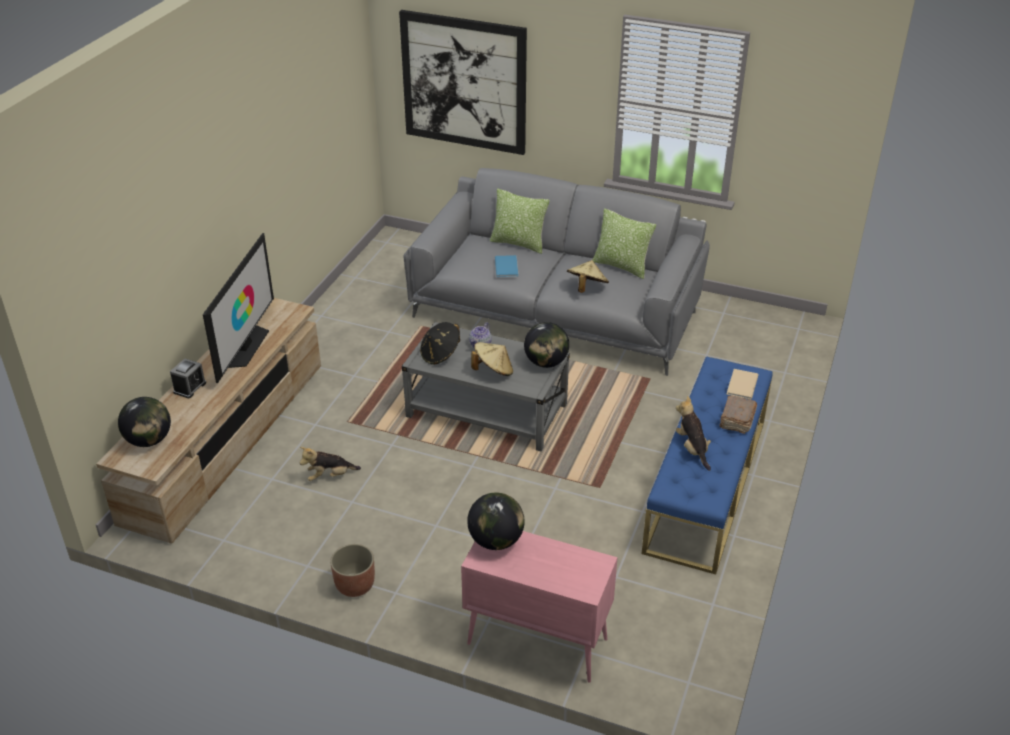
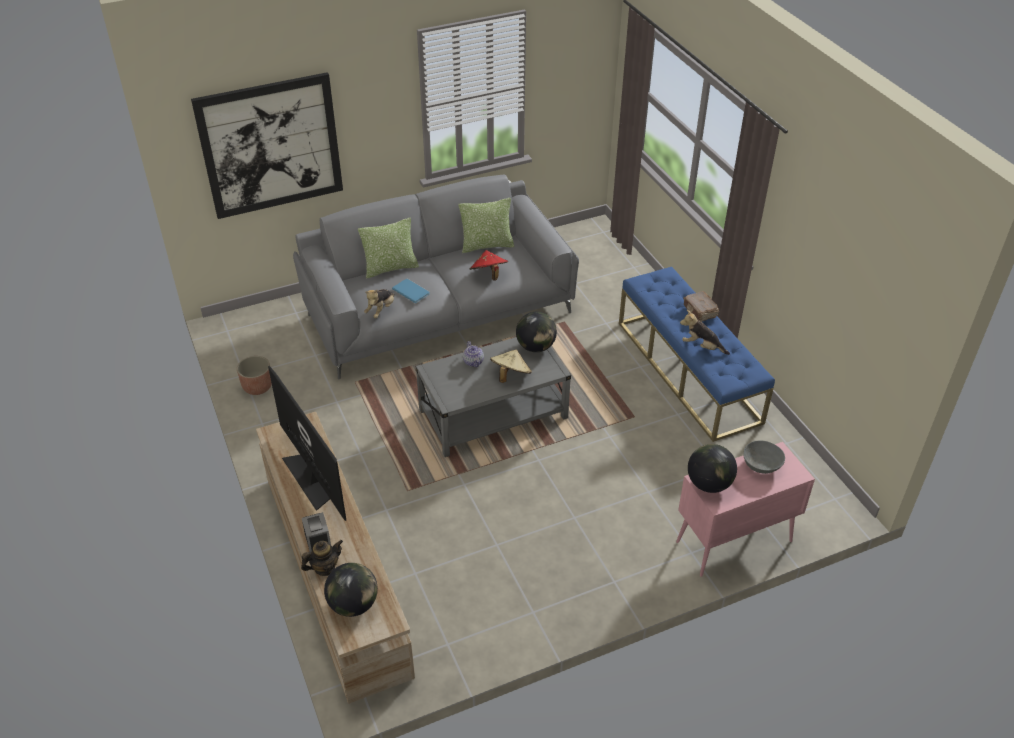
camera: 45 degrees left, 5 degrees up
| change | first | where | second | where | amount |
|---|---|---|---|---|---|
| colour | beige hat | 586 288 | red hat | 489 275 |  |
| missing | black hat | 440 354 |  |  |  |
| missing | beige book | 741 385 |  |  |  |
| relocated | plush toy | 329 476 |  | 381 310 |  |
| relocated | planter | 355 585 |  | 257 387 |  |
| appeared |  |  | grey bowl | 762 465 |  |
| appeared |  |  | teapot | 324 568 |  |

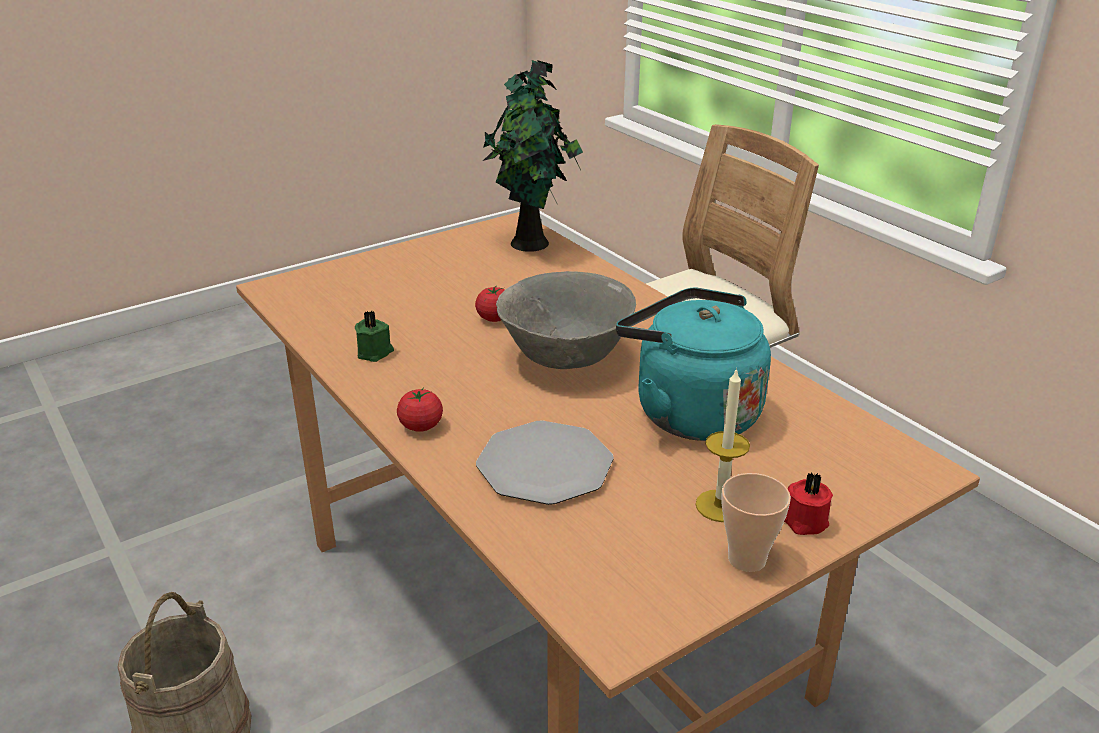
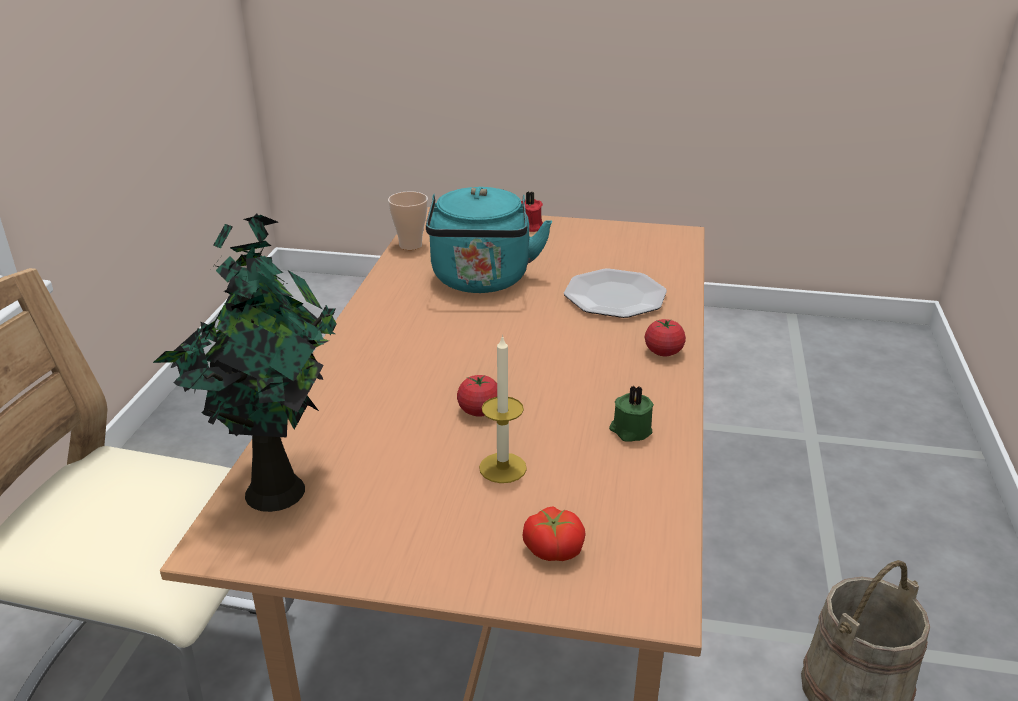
camera: 135 degrees left, 0 degrees up
| change | first | where | second | where | amount |
|---|---|---|---|---|---|
| missing | grey bowl | 566 359 |  |  |  |
| relocated | candle | 720 506 |  | 502 468 |  |
| relocated | cup | 747 559 |  | 410 245 |  |
| appeared |  |  | tomato | 553 548 |  |

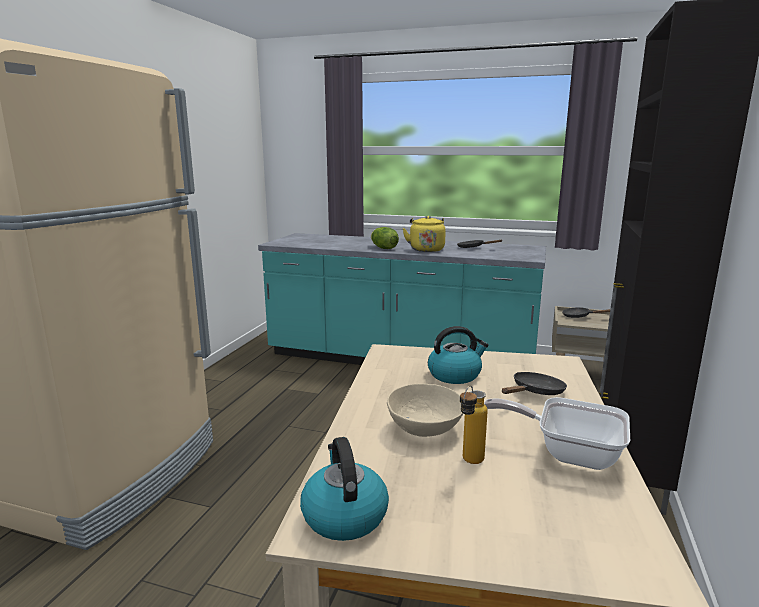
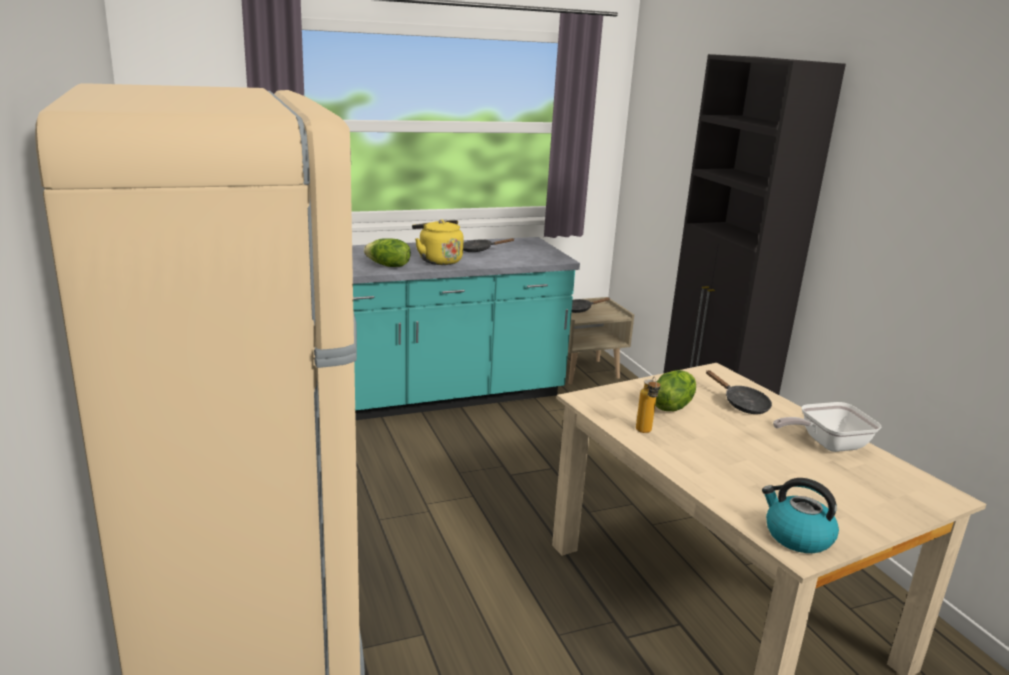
camera: 40 degrees left, 5 degrees up
| change | first | where | second | where | amount |
|---|---|---|---|---|---|
| exchanged | kettle | 455 375 | lettuce | 671 406 |  |
| spun | black frying pan | 535 392 |  | 742 404 | 135 degrees clockwise |
| missing | beige bowl | 425 428 |  |  |  |
| relocated | bottle | 469 463 |  | 645 433 |  |

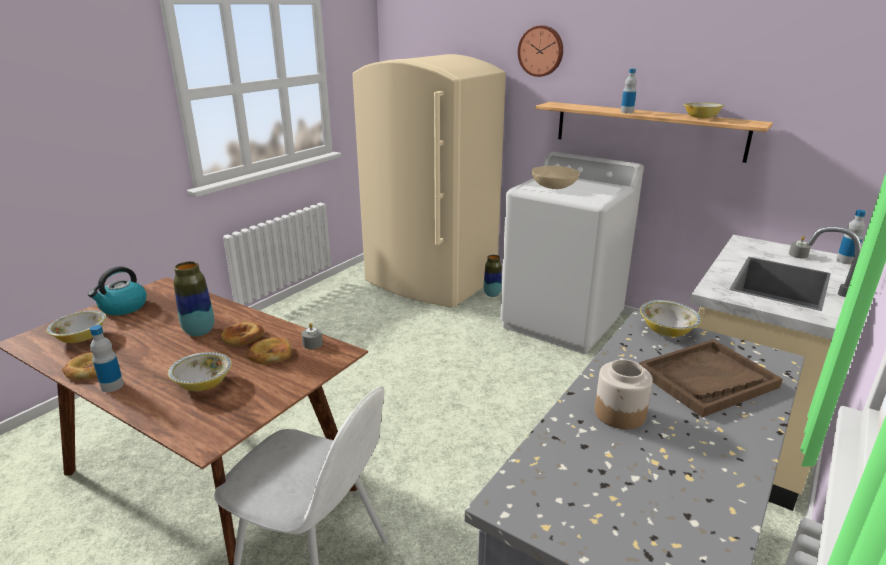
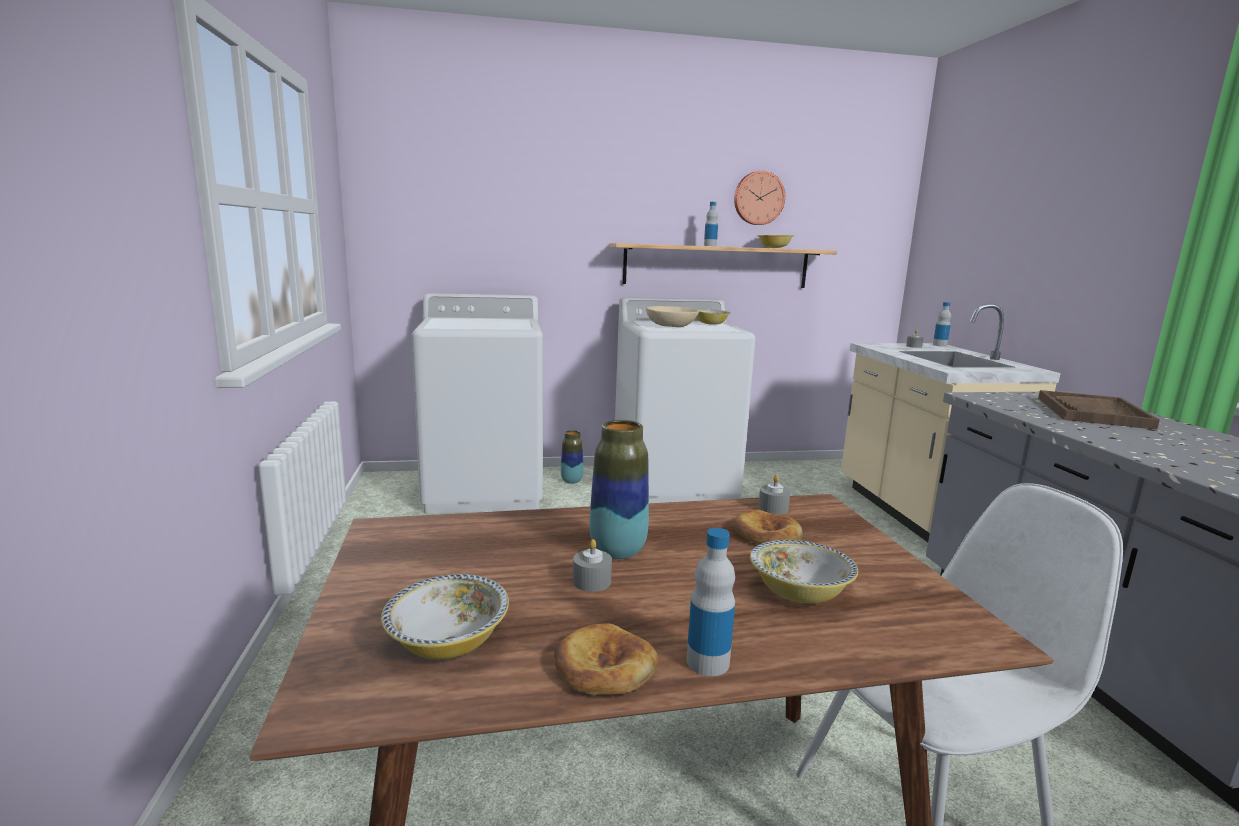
camera: 45 degrees left, 10 degrees down
| change | first | where | second | where | amount |
|---|---|---|---|---|---|
| relocated | wall clock | 541 51 |  | 758 198 |  |
| exchanged | beige fridge | 430 282 | white washing machine | 485 489 |  |
| missing | kettle | 123 307 |  |  |  |
| relocated | bowl | 667 331 |  | 710 324 |  |
| missing | bread | 242 337 |  |  |  |
| missing | jar | 620 413 |  |  |  |
| appeared |  |  | grey candle | 592 581 |  |

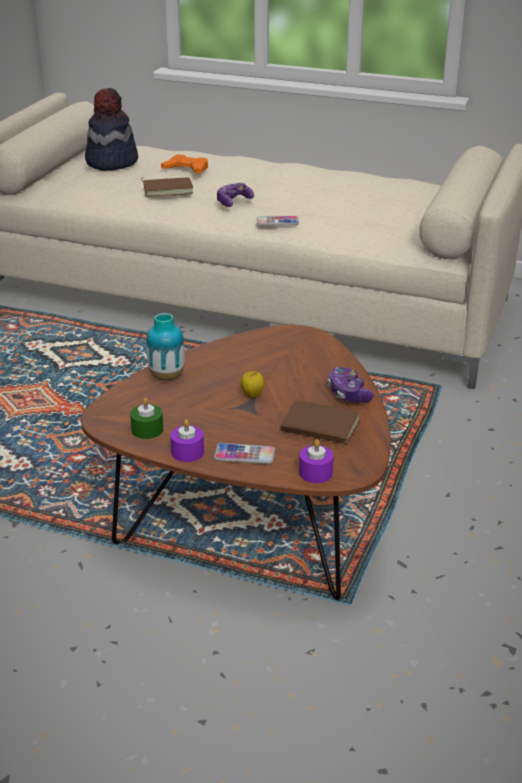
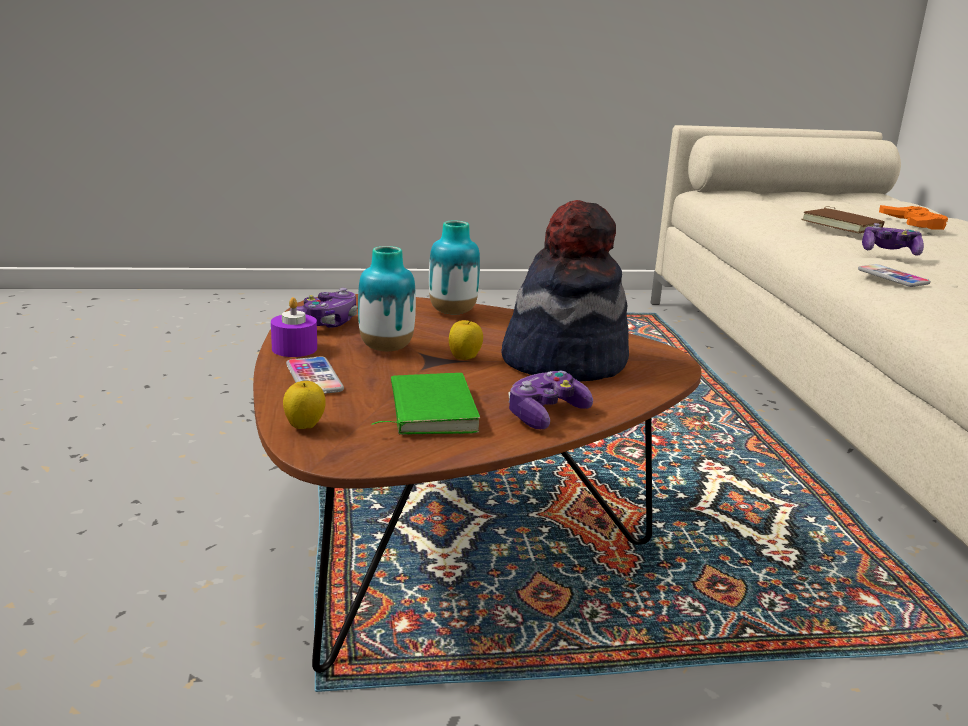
camera: 60 degrees right, 10 degrees down
| change | first | where | second | where | amount |
|---|---|---|---|---|---|
| relocated | hat | 111 162 |  | 564 361 |  |
| exchanged | green candle | 147 430 | game controller | 325 323 |  |
| colour | brown book | 319 427 | green book | 428 410 |  |
| exchanged | purple candle | 315 473 | apple | 305 427 |  |
| appeared |  |  | vase | 386 348 |  |

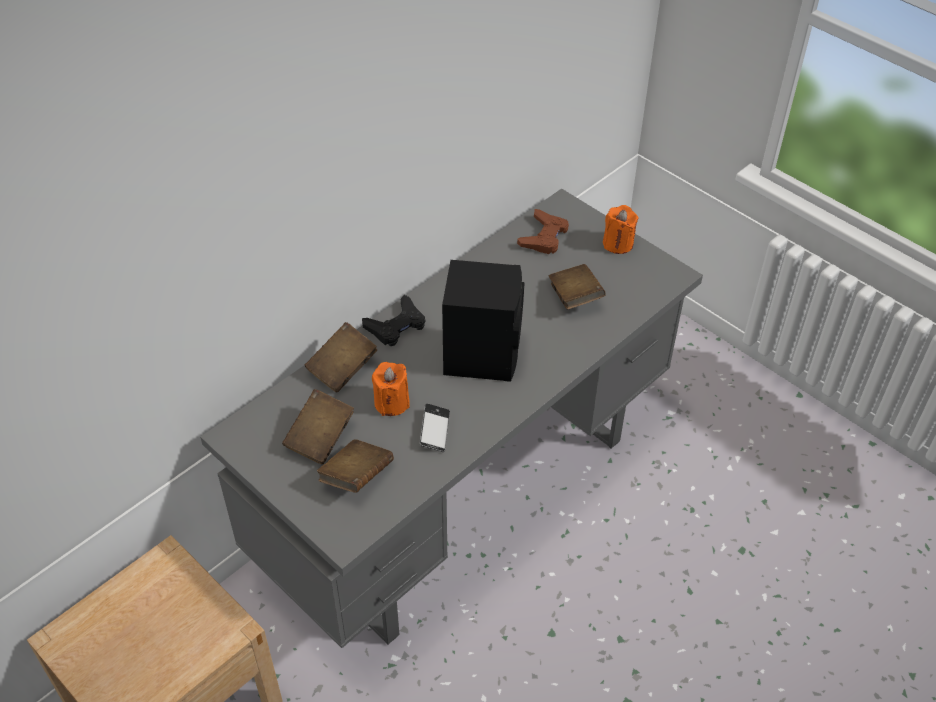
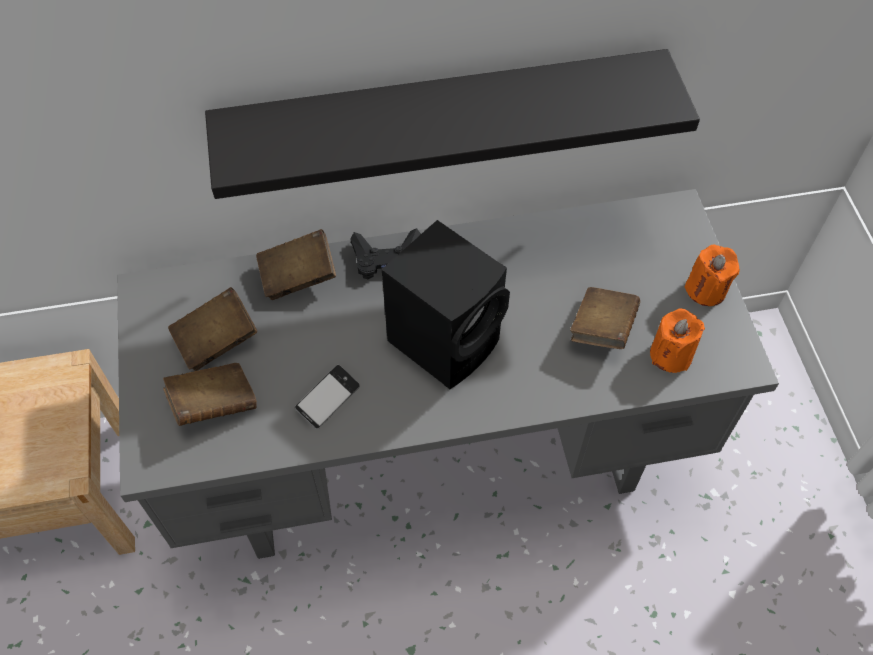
camera: 35 degrees right, 10 degrees up
| change | first | where | second | where | amount |
|---|---|---|---|---|---|
| missing | brown game controller | 544 237 |  |  |  |
| relocated | orange candle | 391 403 |  | 671 354 |  |
| appeared |  |  | black shelf | 441 117 |  |

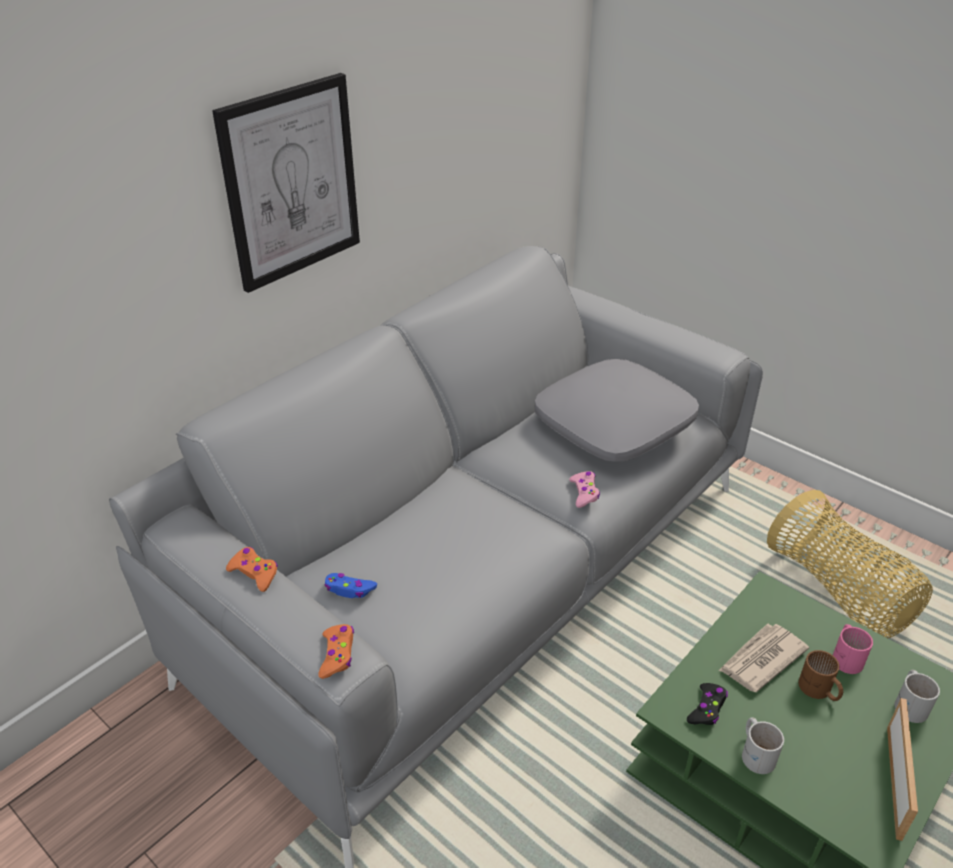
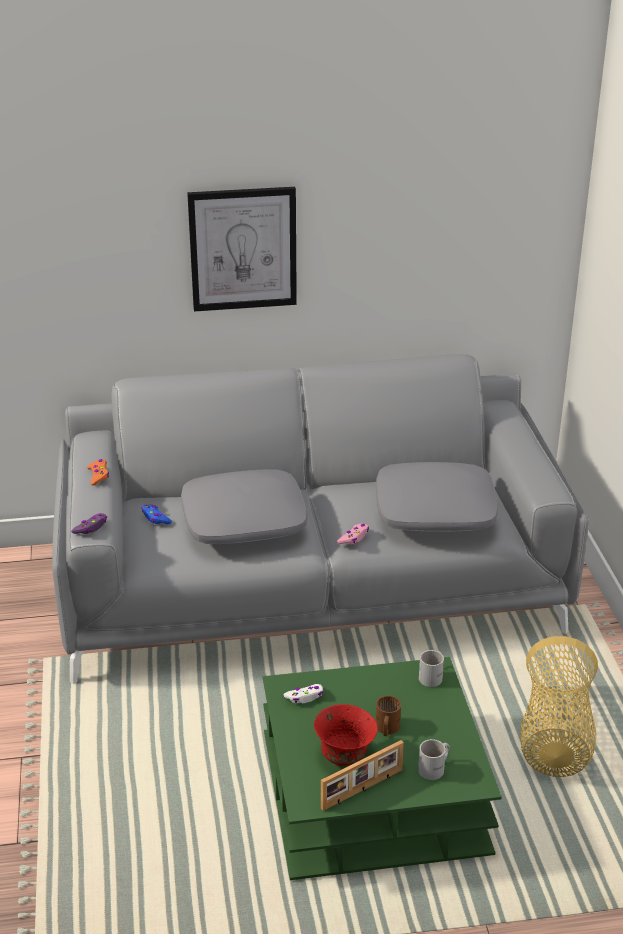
camera: 40 degrees right, 5 degrees down
| change | first | where | second | where | amount |
|---|---|---|---|---|---|
| missing | newspaper | 761 659 |  |  |  |
| colour | orange game controller | 337 655 | purple game controller | 91 528 |  |
| missing | pink mug | 847 656 |  |  |  |
| colour | black game controller | 707 709 | white game controller | 305 697 |  |
| relocated | white mug | 757 752 |  | 433 676 |  |
| appeared |  |  | grey pillow | 244 520 |  |
| appeared |  |  | red bowl | 344 756 |  |

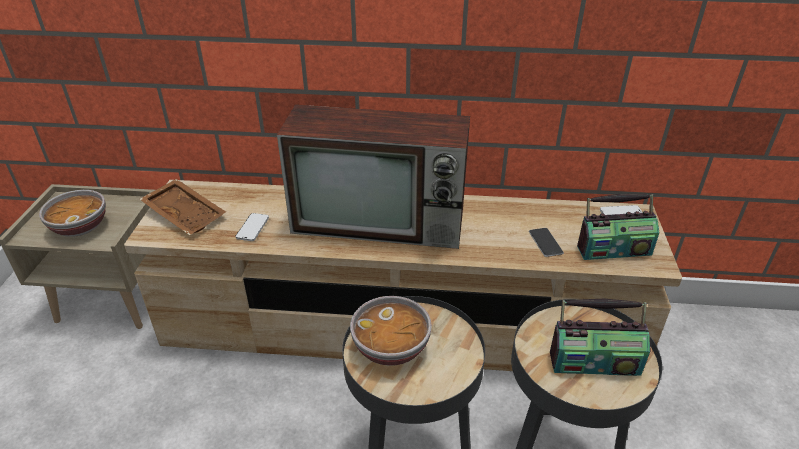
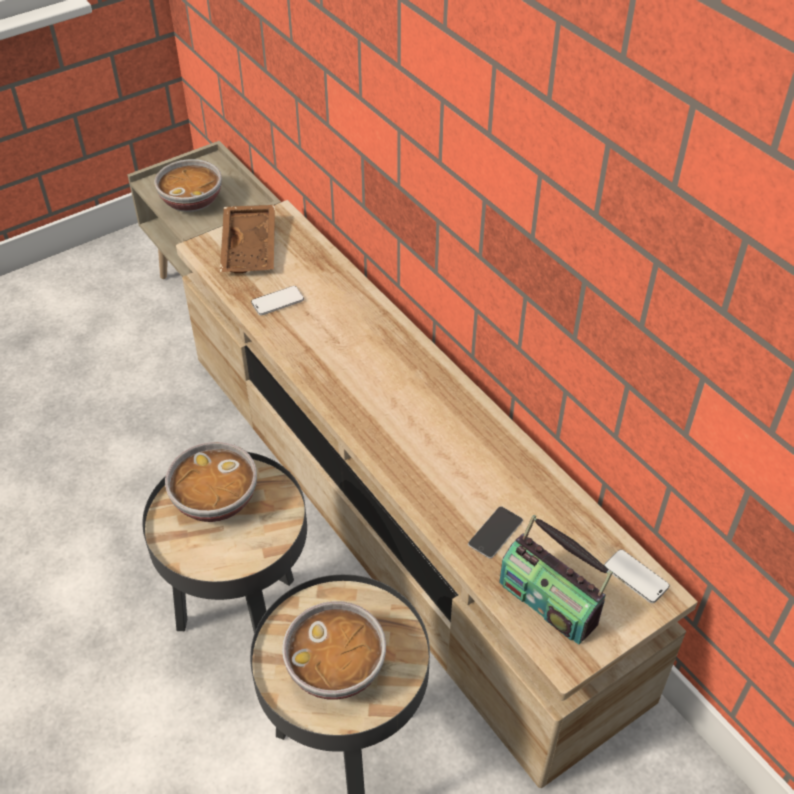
camera: 50 degrees right, 10 degrees up
| change | first | where | second | where | amount |
|---|---|---|---|---|---|
| missing | television | 382 222 |  |  |  |
| exchanged | radio | 594 361 | bowl | 337 668 |  |

